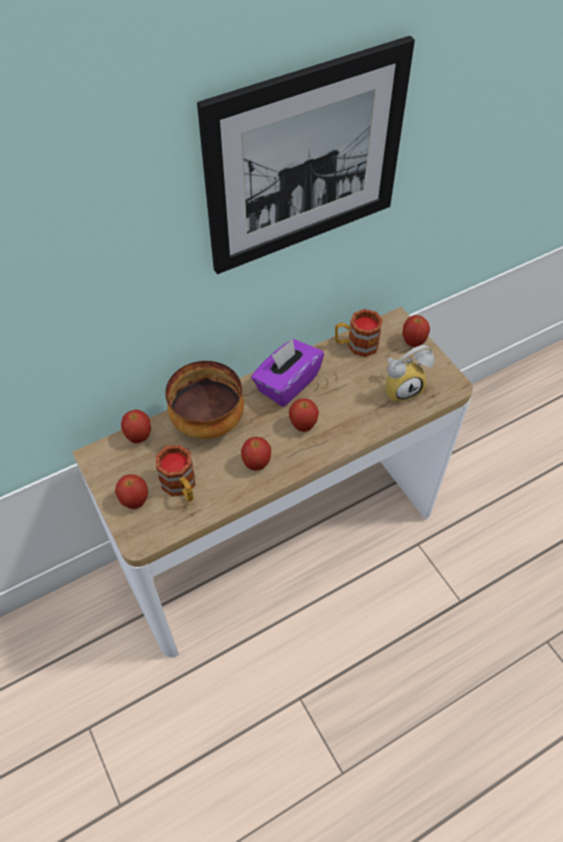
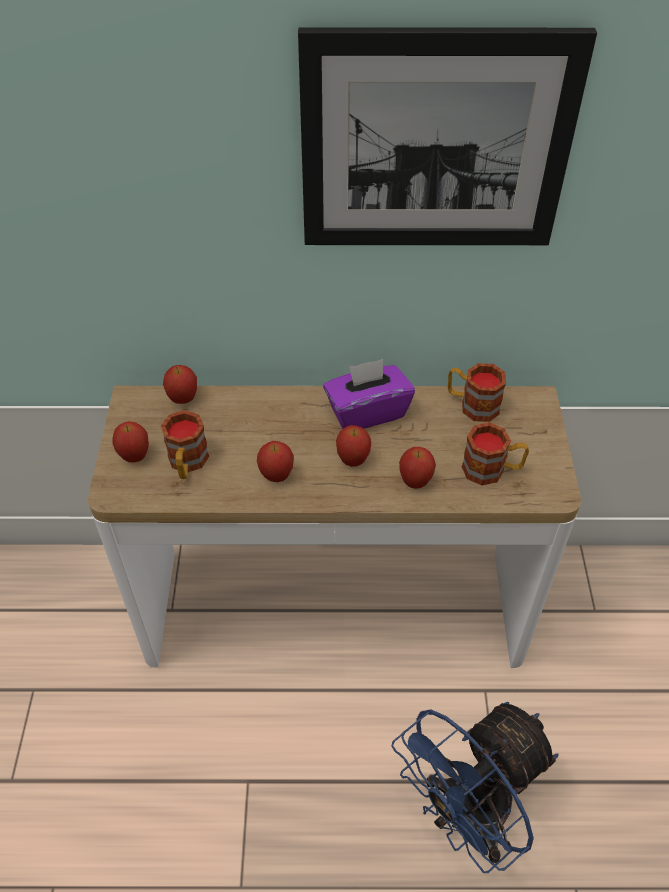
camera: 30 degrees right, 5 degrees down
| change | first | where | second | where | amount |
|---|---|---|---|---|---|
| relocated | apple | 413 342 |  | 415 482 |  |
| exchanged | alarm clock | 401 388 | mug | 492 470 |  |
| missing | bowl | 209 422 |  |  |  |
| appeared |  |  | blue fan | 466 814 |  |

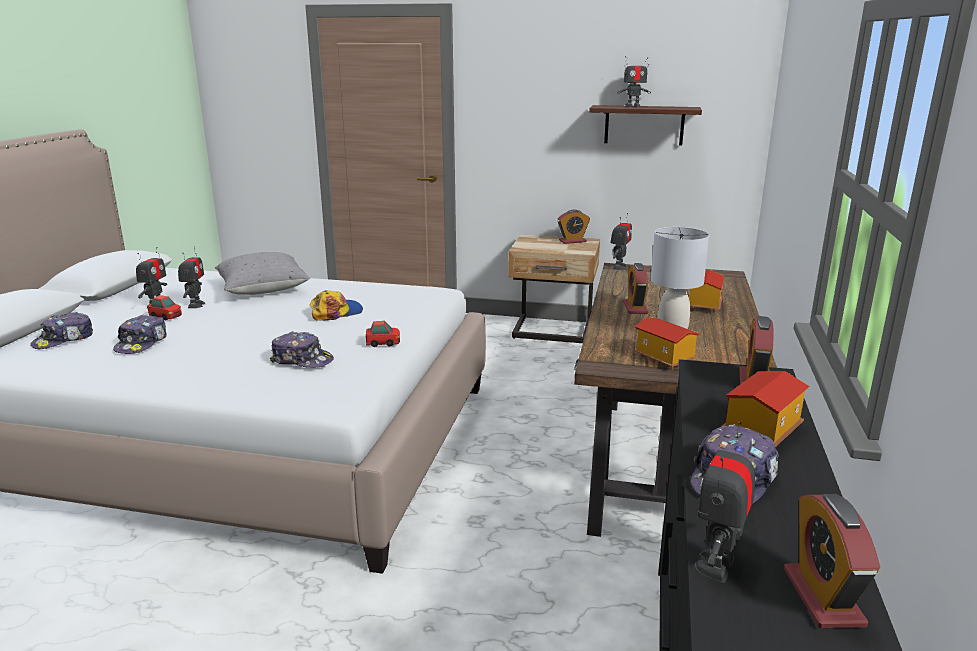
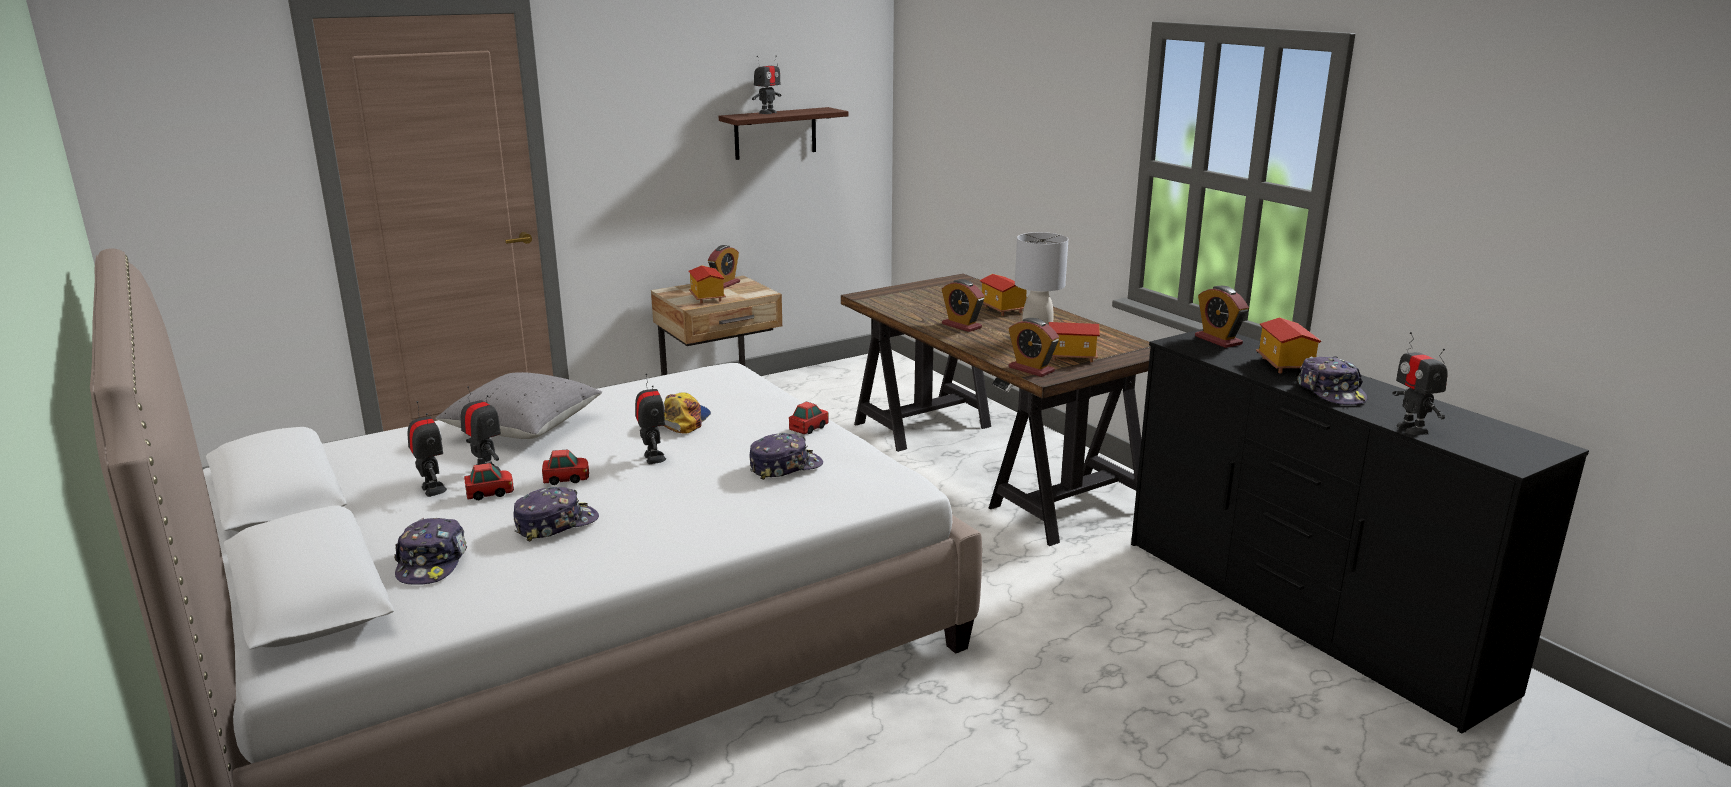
camera: 45 degrees left, 0 degrees up
| change | first | where | second | where | amount |
|---|---|---|---|---|---|
| relocated | toy robot | 619 267 |  | 653 458 |  |
| spun | cap | 142 343 |  | 556 524 | 90 degrees counterclockwise |
| relocated | alarm clock | 823 597 |  | 1031 369 |  |
| appeared |  |  | toy house | 706 298 |  |
| appeared |  |  | toy car | 566 479 |  |

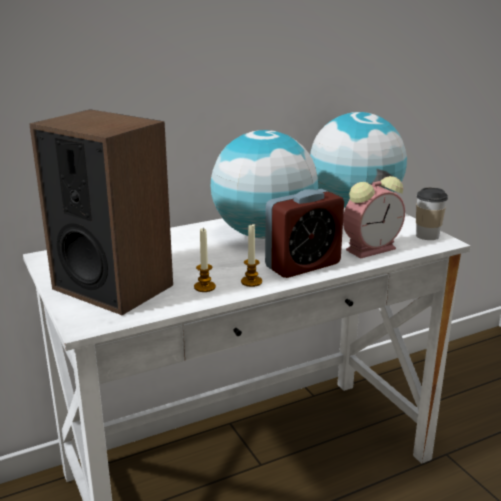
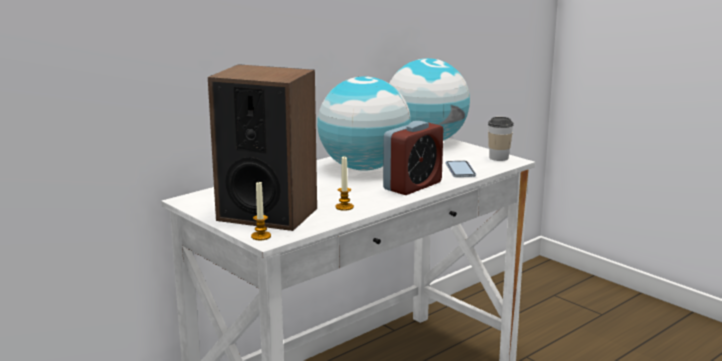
camera: 15 degrees left, 5 degrees down
| change | first | where | second | where | amount |
|---|---|---|---|---|---|
| exchanged | alarm clock | 372 249 | phone | 460 170 |  |
| relocated | candle | 251 282 |  | 261 236 |  |

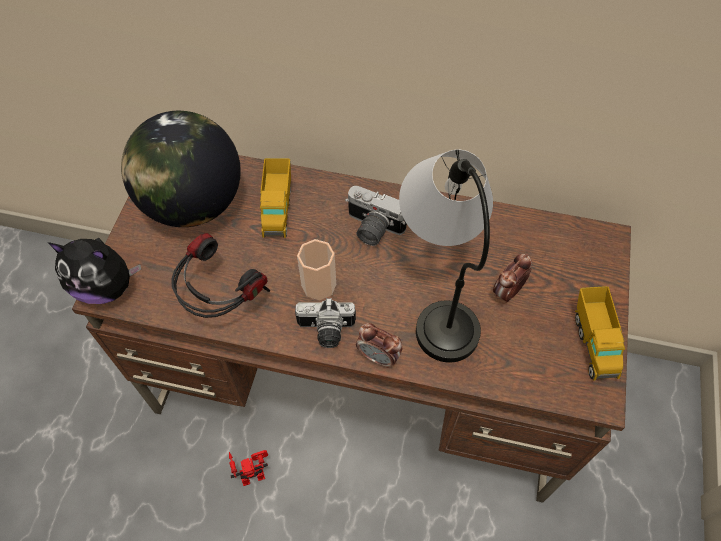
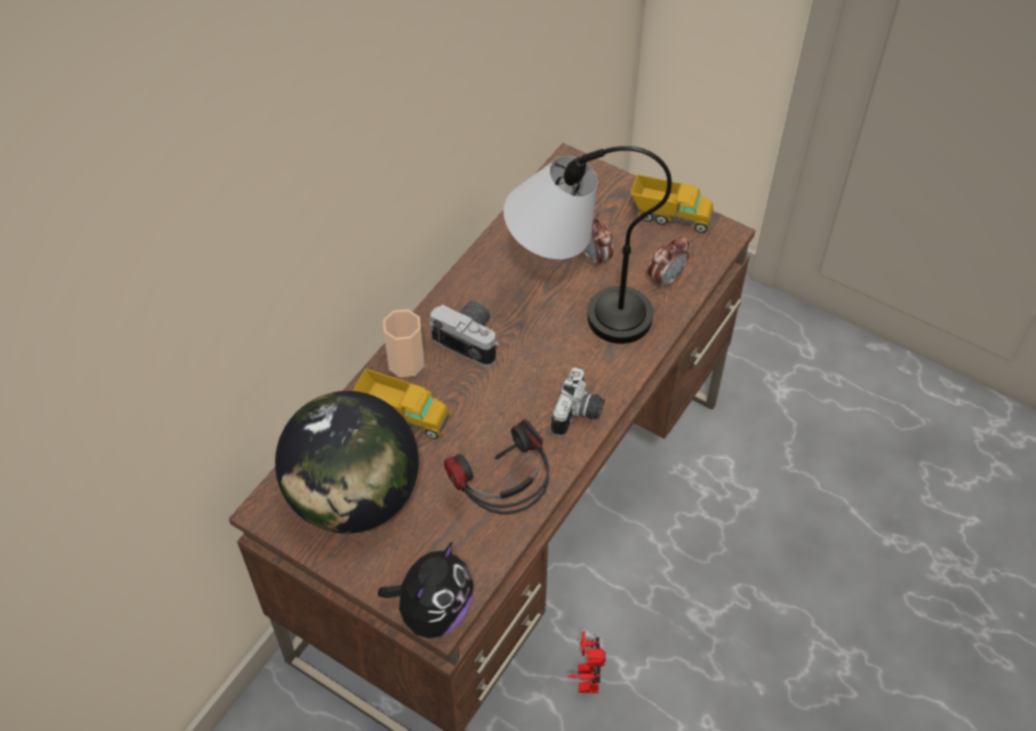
camera: 70 degrees left, 5 degrees down
| change | first | where | second | where | amount |
|---|---|---|---|---|---|
| spun | photo camera | 372 228 |  | 471 339 | 105 degrees counterclockwise |
| relocated | cup | 319 285 |  | 406 362 |  |
| relocated | alarm clock | 378 357 |  | 666 279 |  |

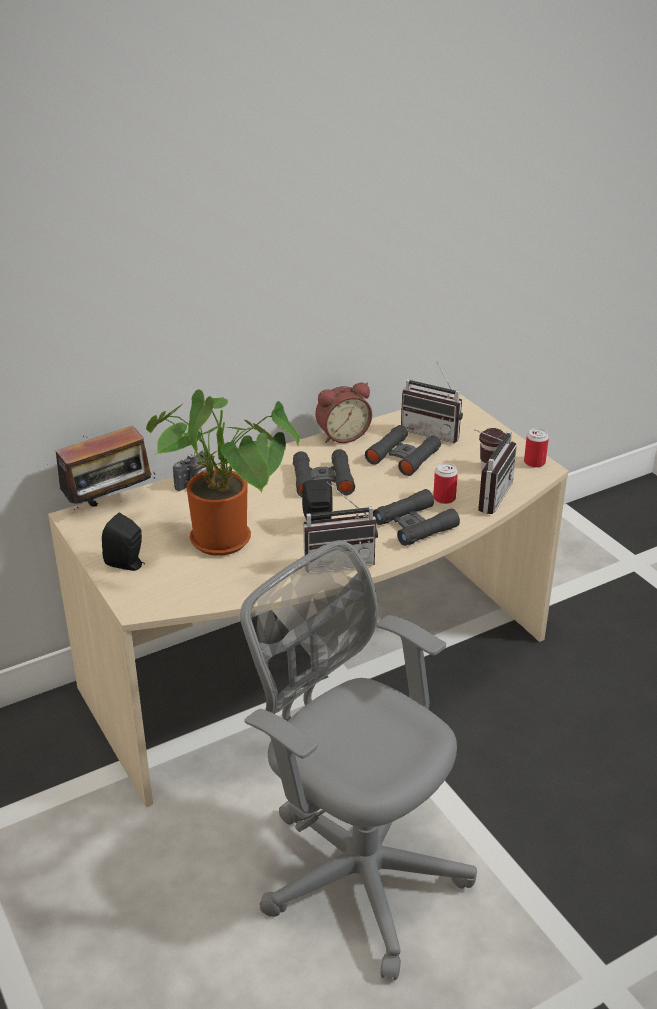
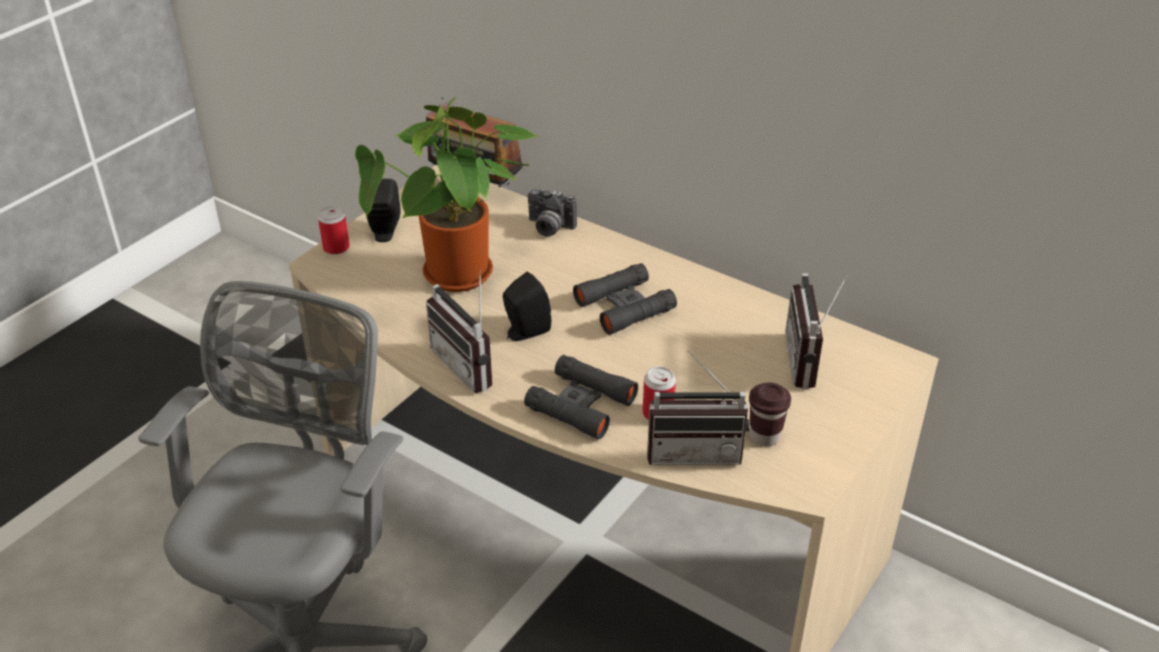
camera: 65 degrees right, 5 degrees up
| change | first | where | second | where | amount |
|---|---|---|---|---|---|
| missing | alarm clock | 342 435 |  |  |  |
| missing | black binoculars | 403 456 |  |  |  |
| relocated | can | 534 462 |  | 336 248 |  |

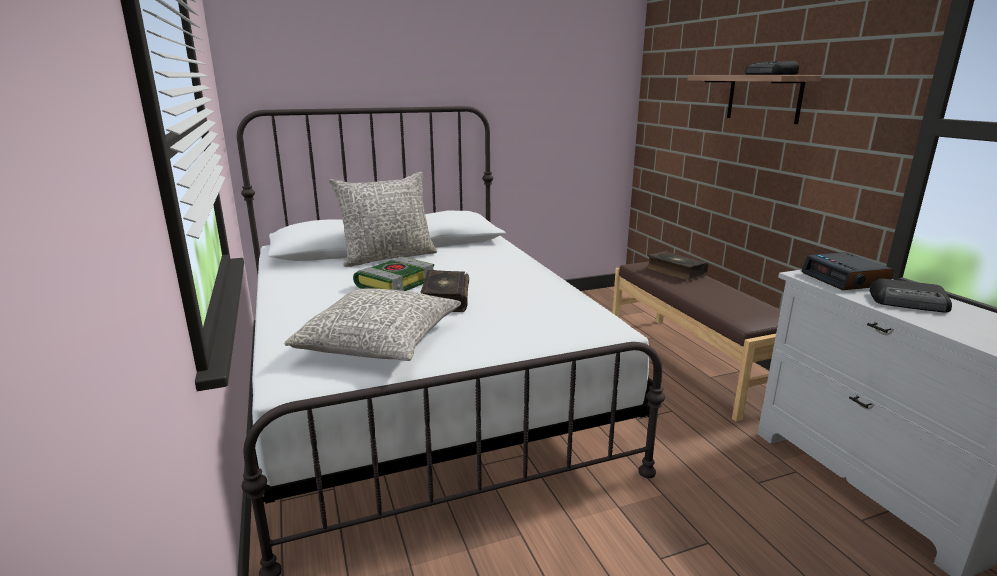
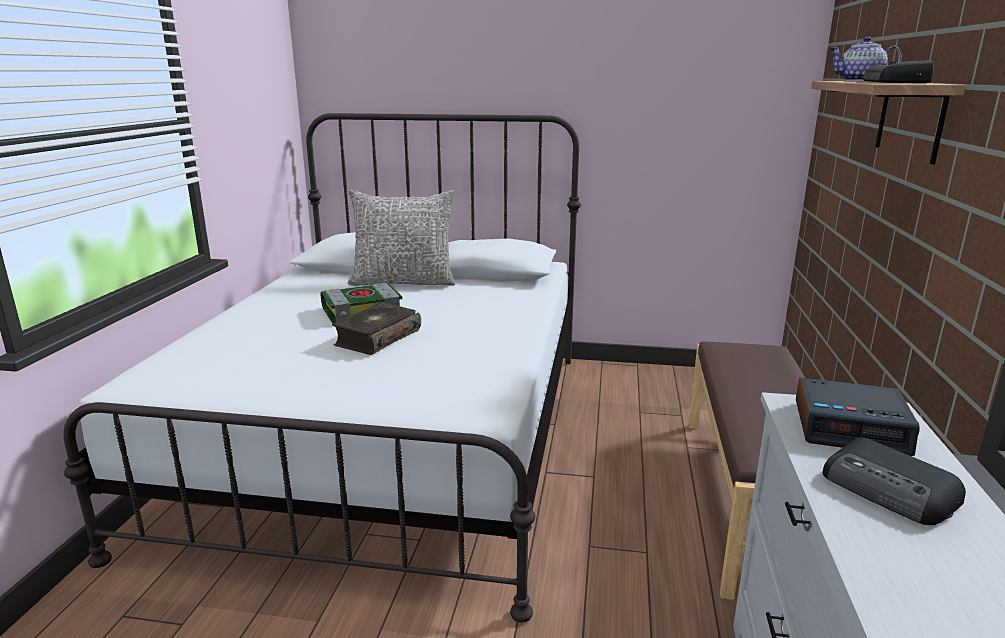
camera: 30 degrees right, 0 degrees up
| change | first | where | second | where | amount |
|---|---|---|---|---|---|
| missing | book | 675 272 |  |  |  |
| spun | alarm clock | 845 279 |  | 851 427 | 90 degrees counterclockwise |
| missing | grey pillow | 381 342 |  |  |  |
| appeared |  |  | teapot | 860 81 |  |

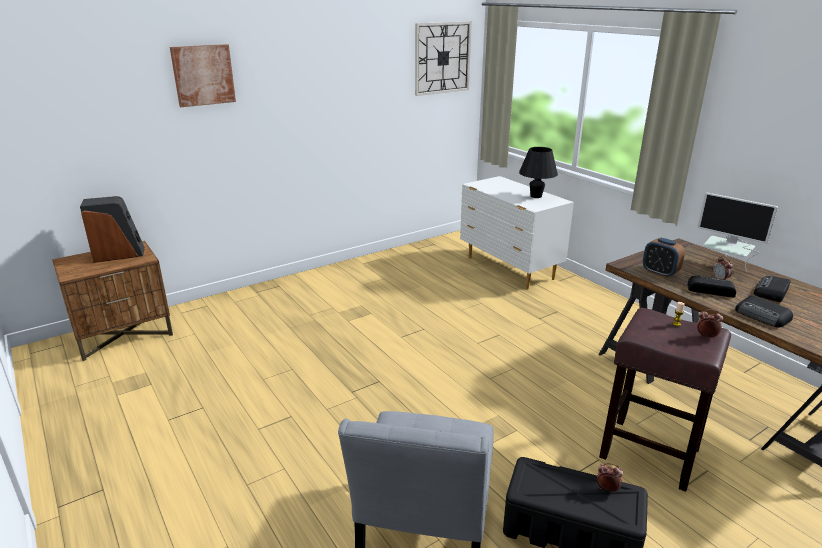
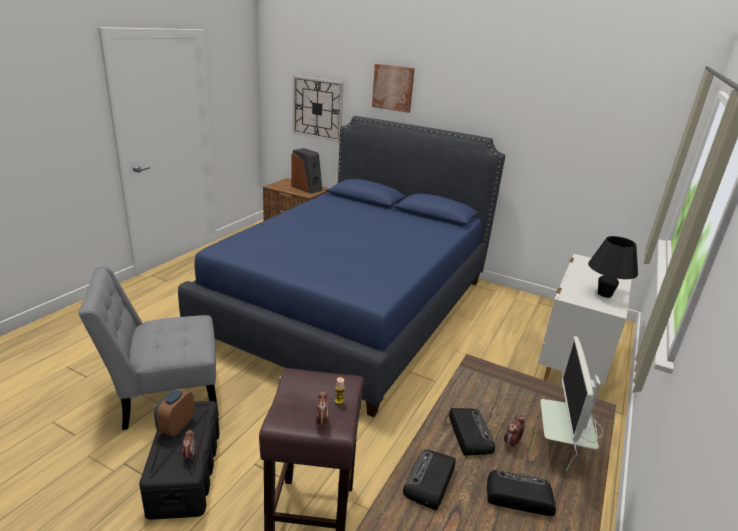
camera: 60 degrees right, 0 degrees up
| change | first | where | second | where | amount |
|---|---|---|---|---|---|
| relocated | wall clock | 442 58 |  | 317 108 |  |
| relocated | alarm clock | 659 273 |  | 176 426 |  |
| appeared |  |  | blue bed | 352 307 |  |

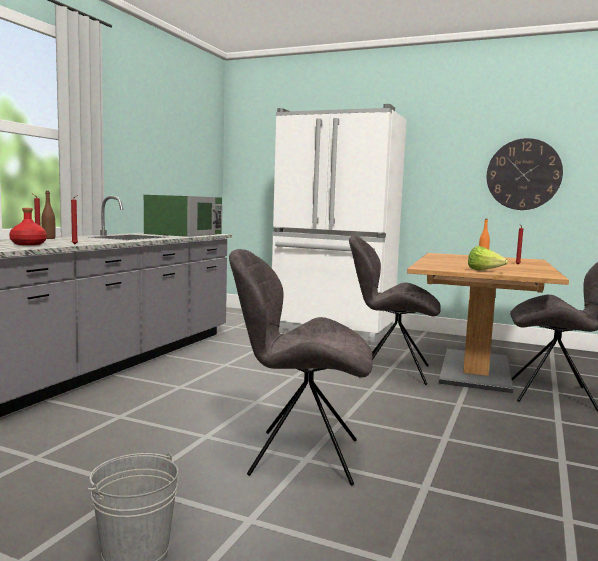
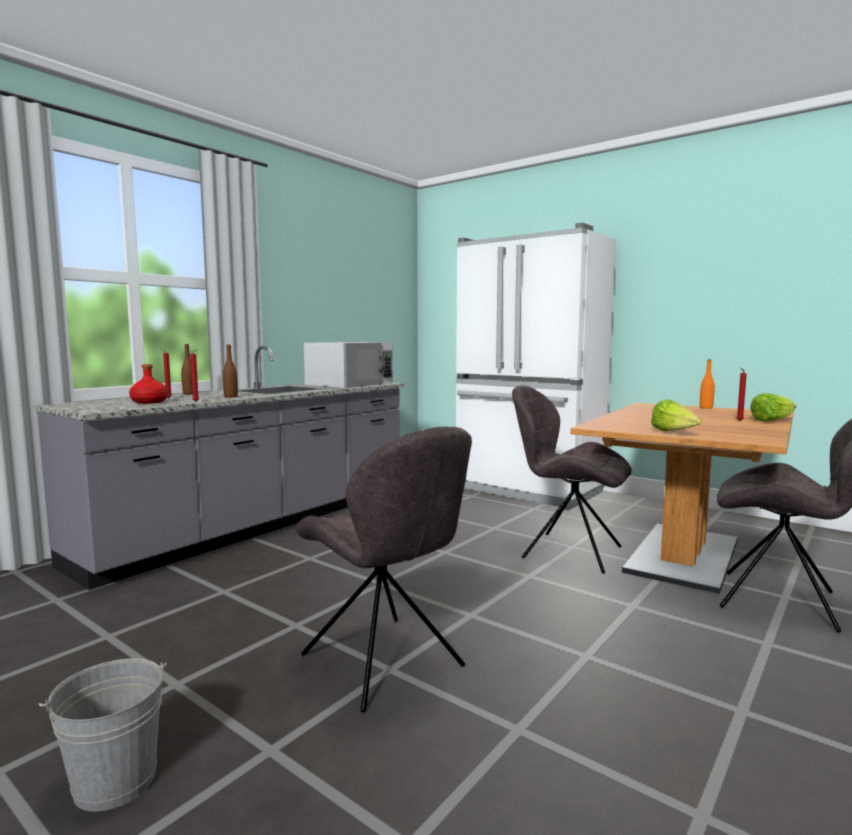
camera: 15 degrees right, 0 degrees up
| change | first | where | second | where | amount |
|---|---|---|---|---|---|
| missing | wall clock | 523 174 |  |  |  |
| colour | green microwave | 185 234 | white microwave | 350 383 |  |
| spun | grey chair | 300 456 |  | 385 664 | 150 degrees counterclockwise |
| appeared |  |  | brown bottle | 231 396 |  |
| appeared |  |  | lettuce | 771 421 |  |

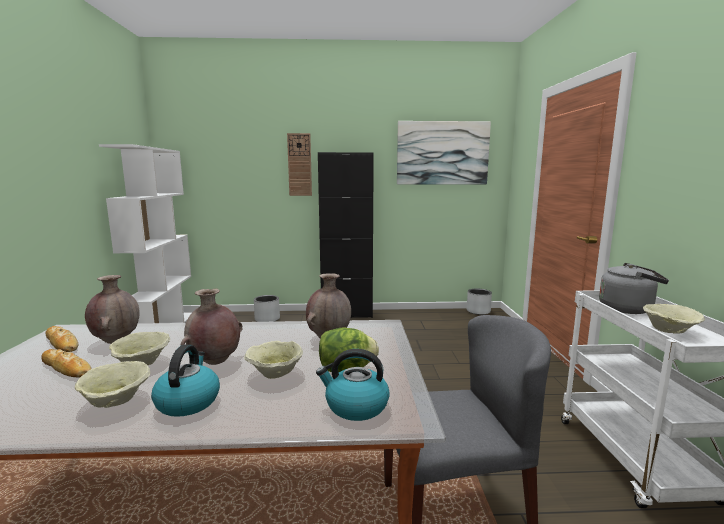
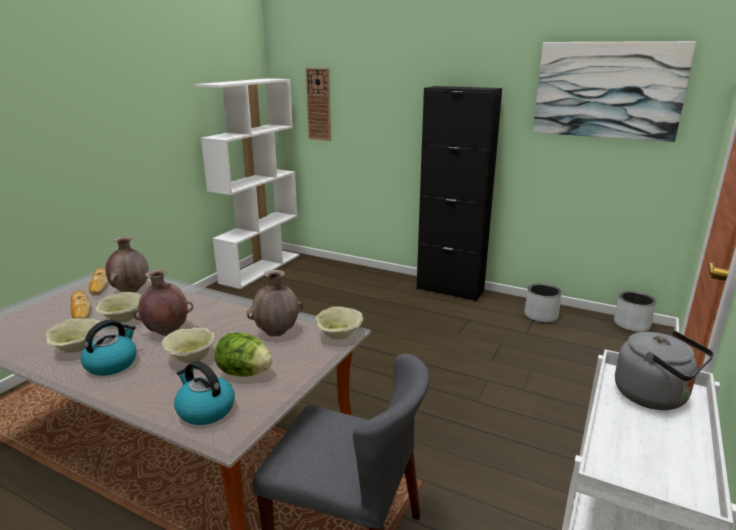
camera: 30 degrees right, 10 degrees up
| change | first | where | second | where | amount |
|---|---|---|---|---|---|
| relocated | wall clock | 299 165 |  | 319 104 |  |
| relocated | grey planter | 267 319 |  | 540 316 |  |
| relocated | beige bowl | 671 331 |  | 339 336 |  |

